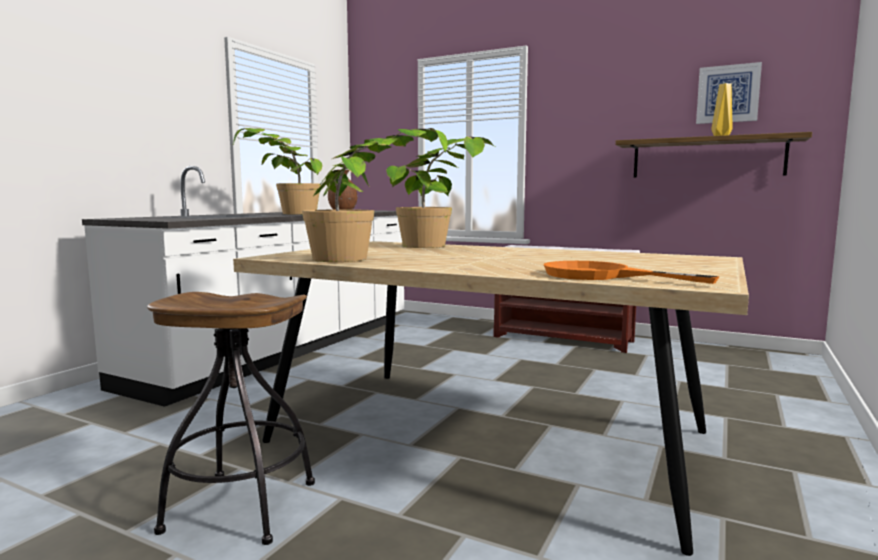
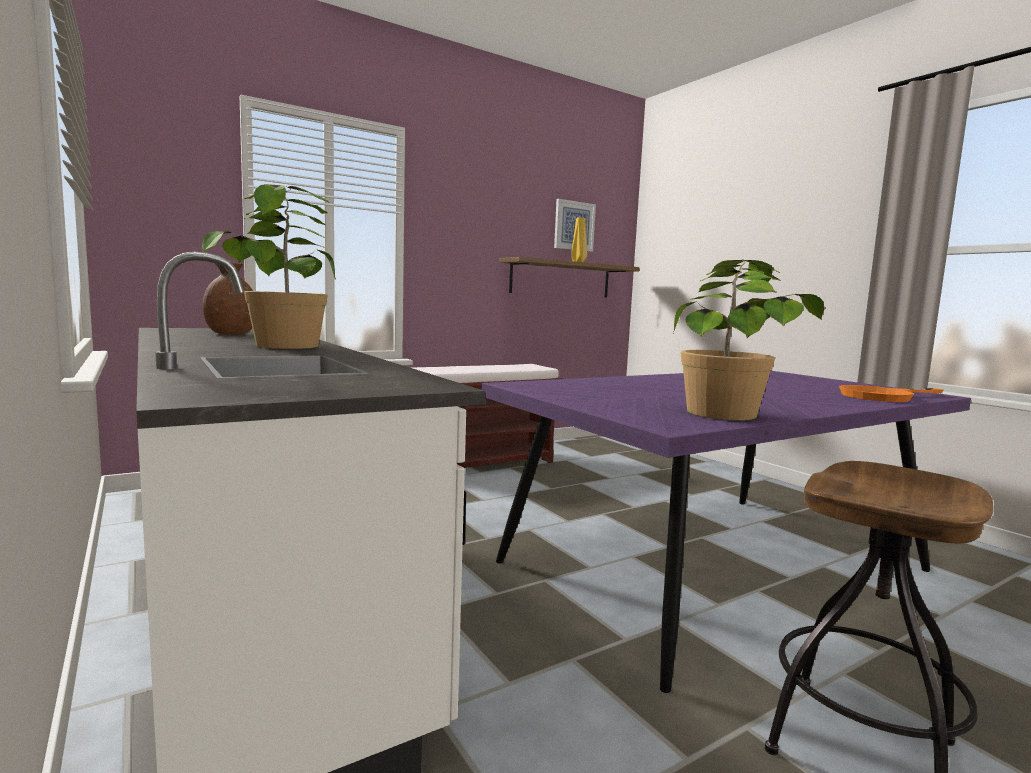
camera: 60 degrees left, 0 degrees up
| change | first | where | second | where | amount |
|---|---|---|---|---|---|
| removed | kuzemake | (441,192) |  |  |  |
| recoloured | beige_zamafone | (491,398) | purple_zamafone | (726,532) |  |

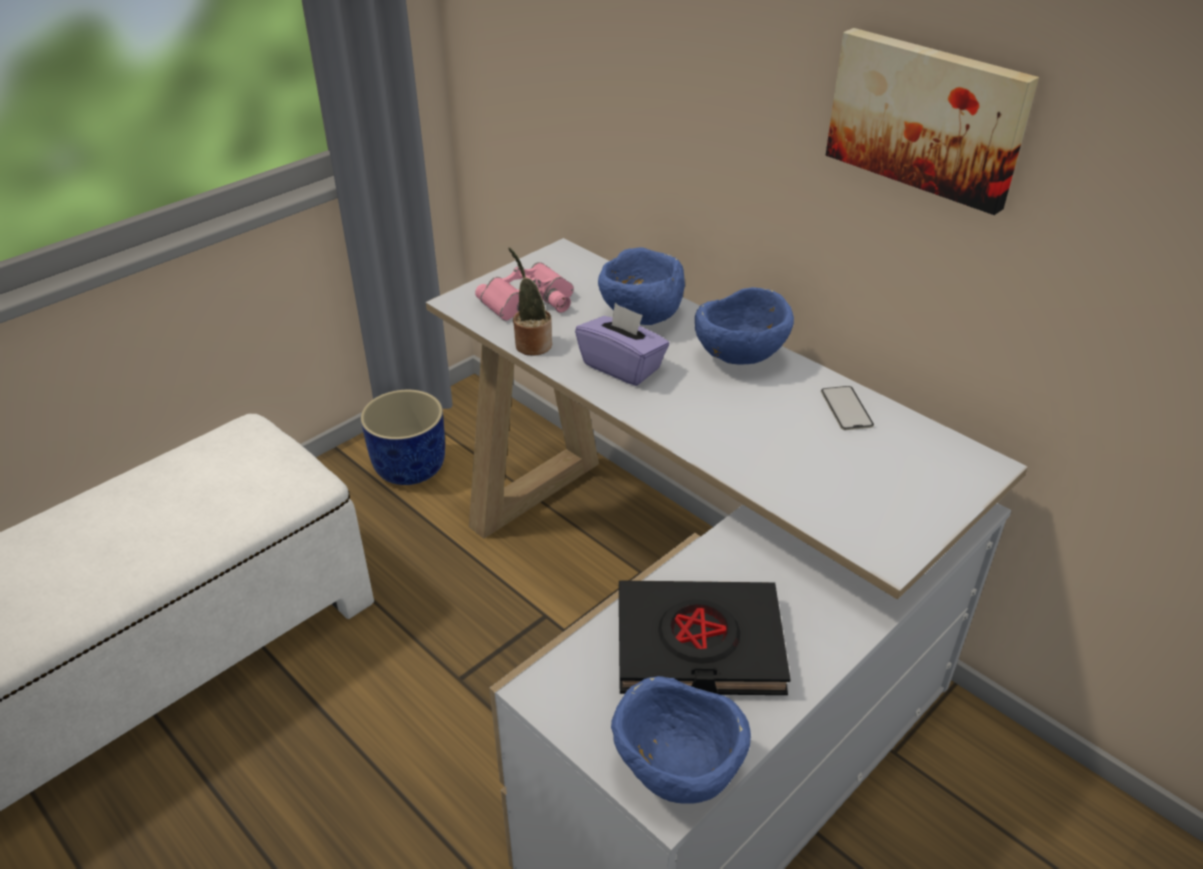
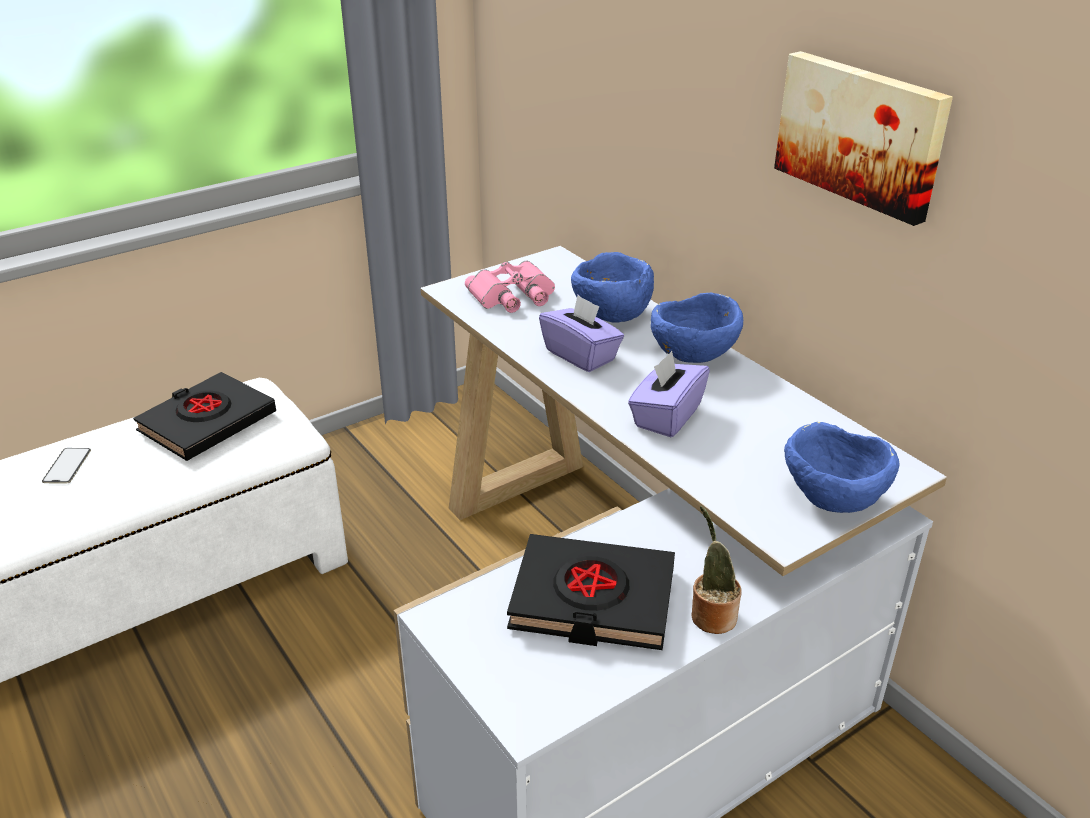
camera: 10 degrees right, 5 degrees down
| change | first | where | second | where | amount |
|---|---|---|---|---|---|
| moved | kuzemake | (530,301) |  | (717,570) |  |
| moved | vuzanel | (847,408) |  | (66,466) |  |
| removed | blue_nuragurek | (403,437) |  |  |  |
| moved | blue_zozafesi | (681,740) |  | (842,467) |  |
| added |  |  | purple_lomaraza | (669,394) |  |
| added |  |  | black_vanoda | (204,416) |  |

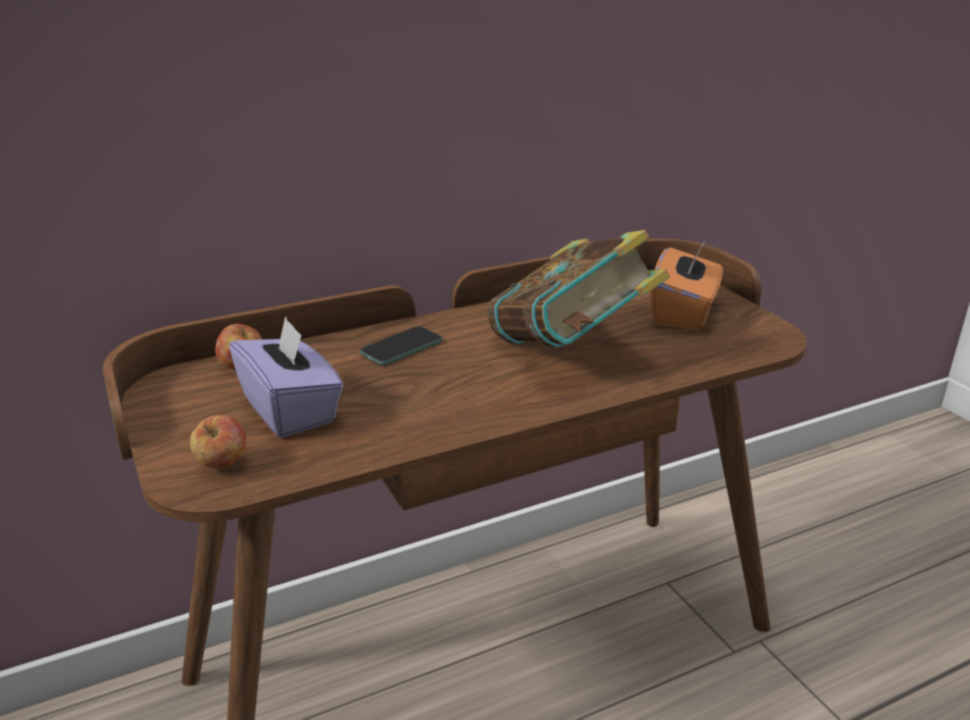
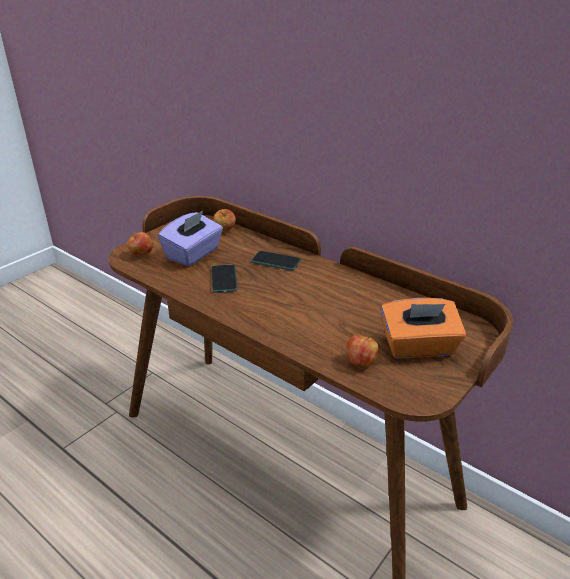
camera: 65 degrees right, 5 degrees up
| change | first | where | second | where | amount |
|---|---|---|---|---|---|
| removed | vanoda | (578,288) |  |  |  |
| added |  |  | vuzanel | (225,279) |  |
| added |  |  | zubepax | (363,351) |  |

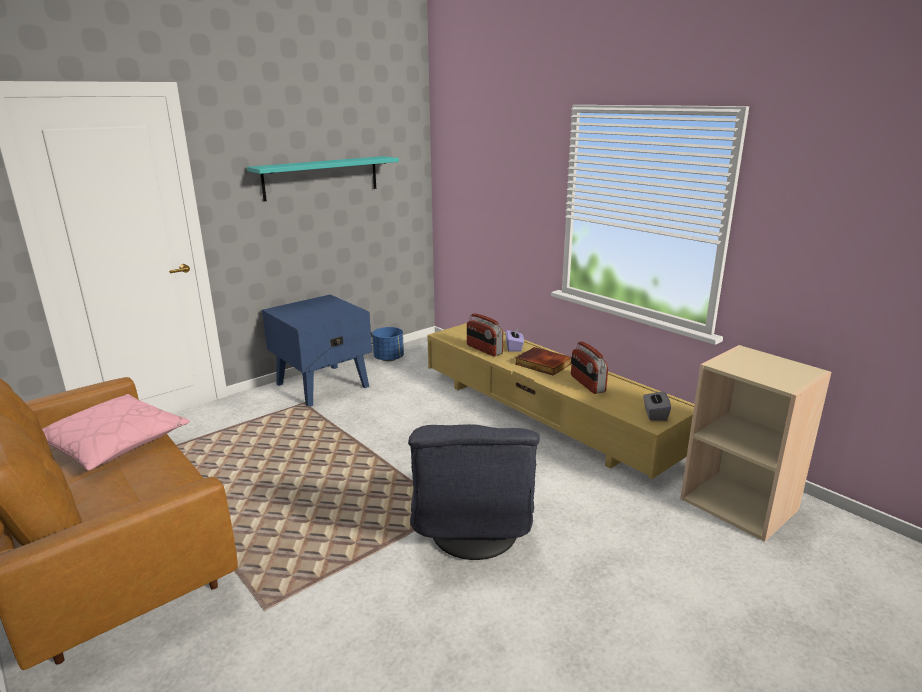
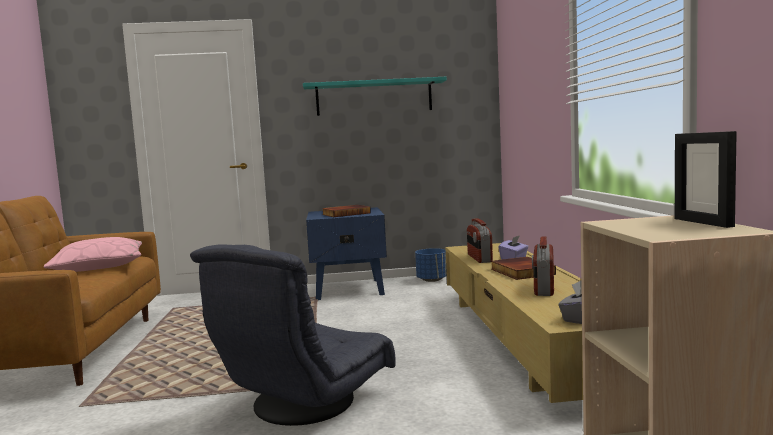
camera: 35 degrees right, 15 degrees down
| change | first | where | second | where | amount |
|---|---|---|---|---|---|
| added |  |  | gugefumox | (706,179) |  |
| added |  |  | vanoda | (346,211) |  |

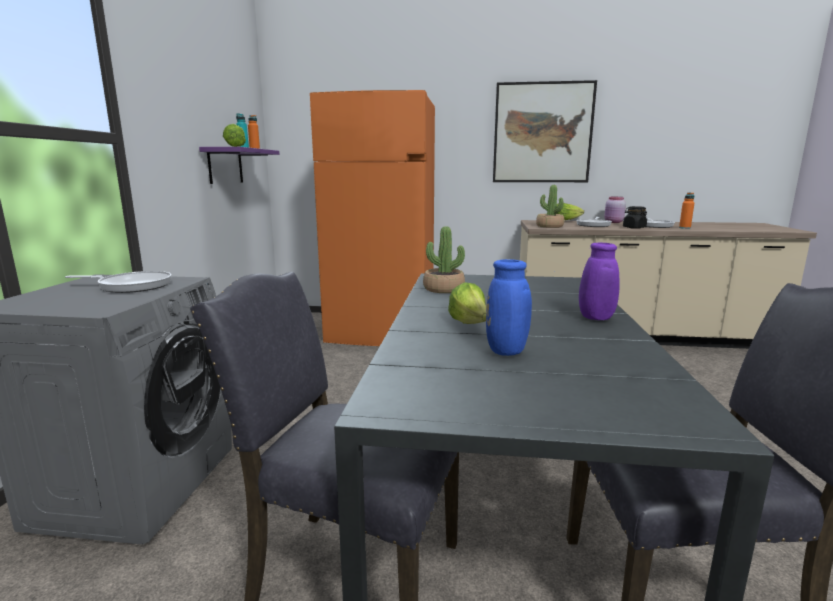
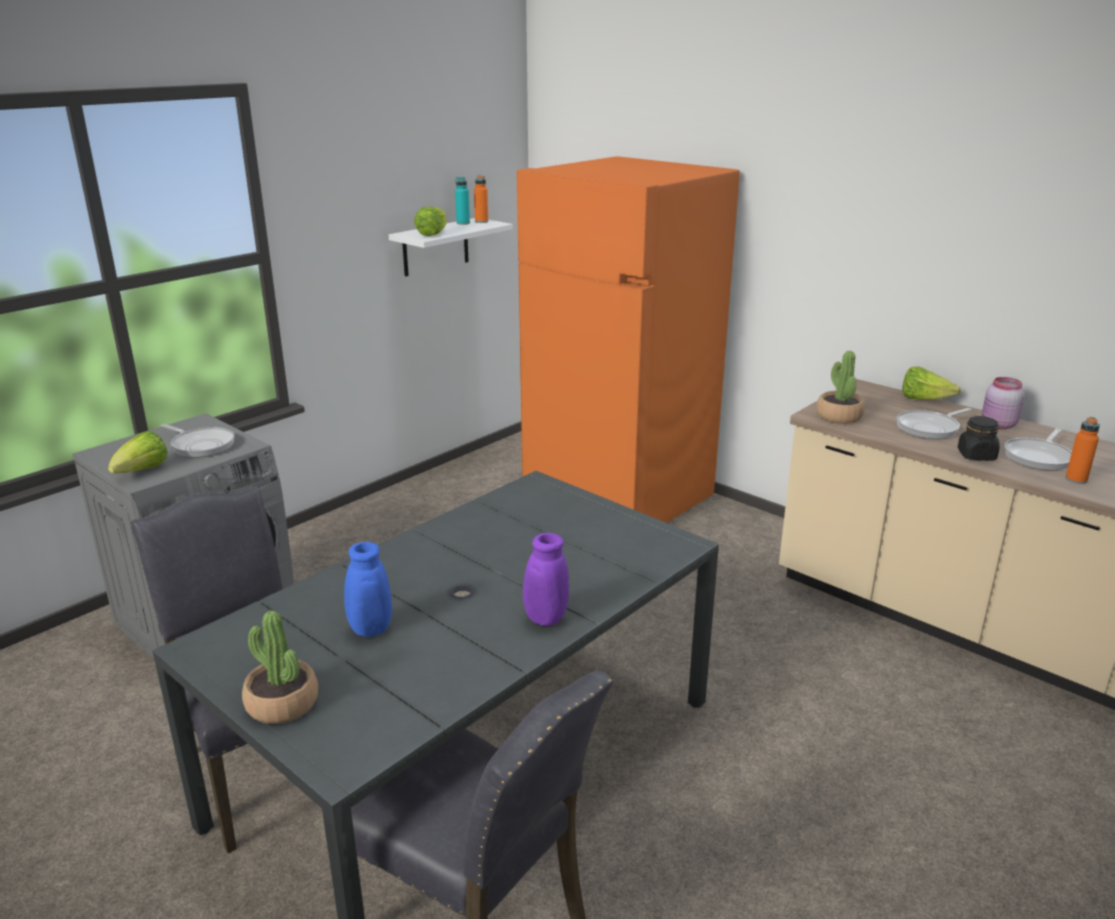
camera: 35 degrees right, 10 degrees up
| change | first | where | second | where | amount |
|---|---|---|---|---|---|
| removed | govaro | (545,131) |  |  |  |
| recoloured | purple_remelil | (239,165) | white_remelil | (451,247) |  |
| moved | kuzemake | (444,259) |  | (280,667) |  |
| moved | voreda | (467,303) |  | (138,452) |  |

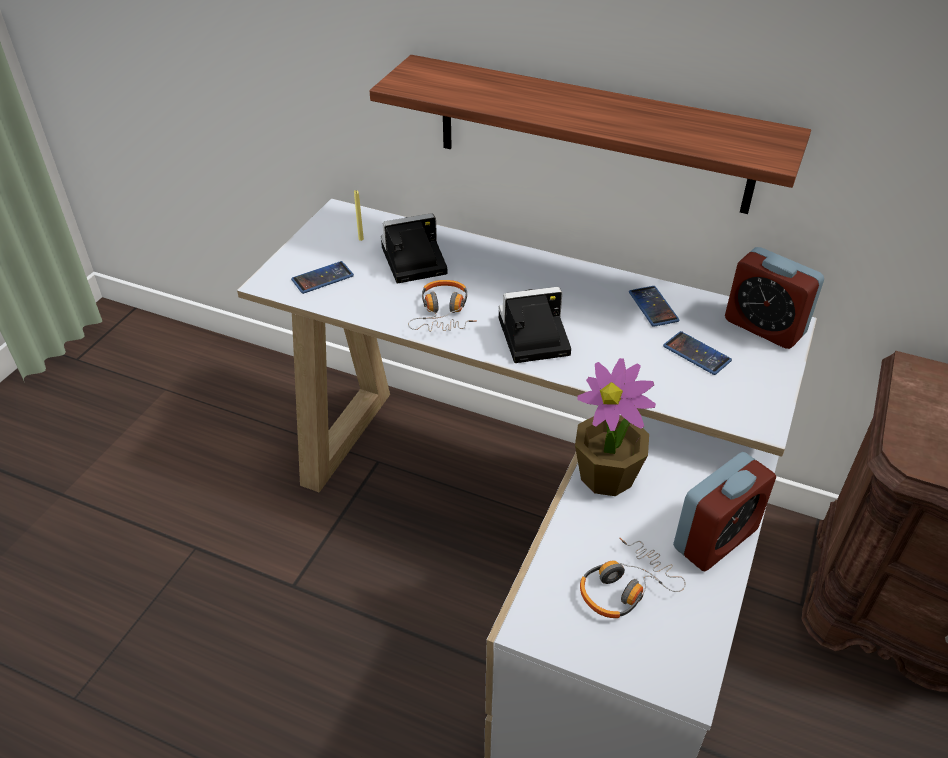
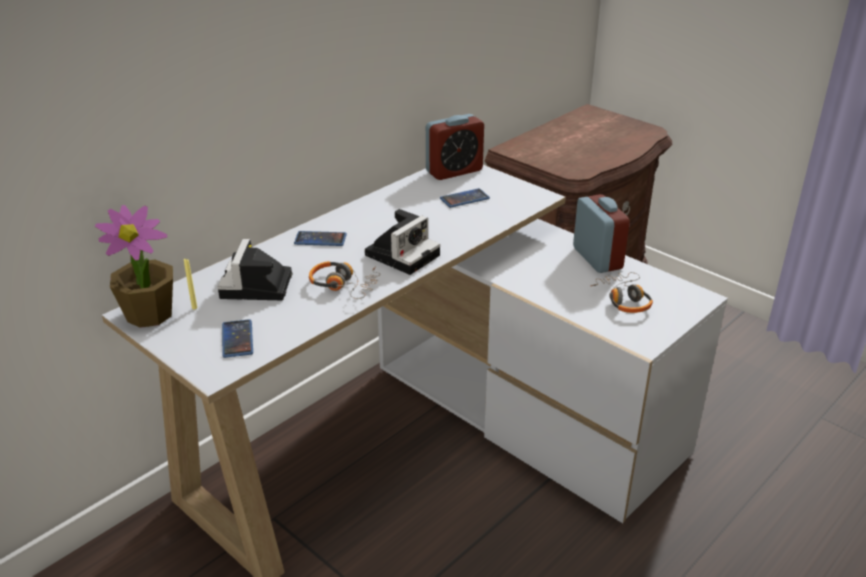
camera: 70 degrees left, 10 degrees down
| change | first | where | second | where | amount |
|---|---|---|---|---|---|
| removed | remelil | (590,134) |  |  |  |
| moved | vuzanel | (654,306) |  | (320,238) |  |
| turned | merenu | (534,325) |  | (402,242) | 150 degrees counterclockwise |
| moved | kuzemake | (615,427) |  | (134,266) |  |

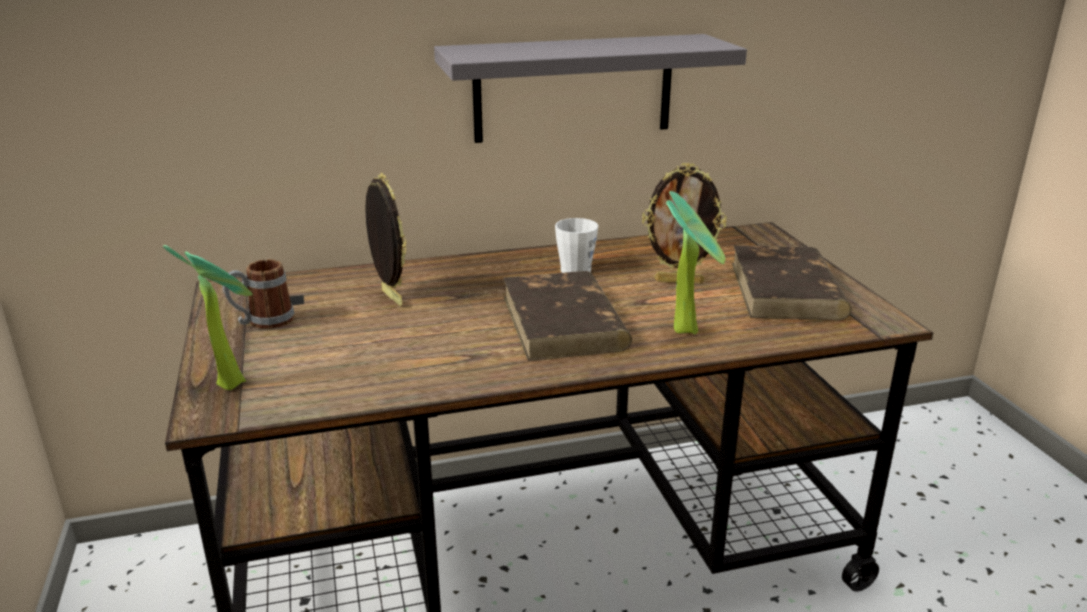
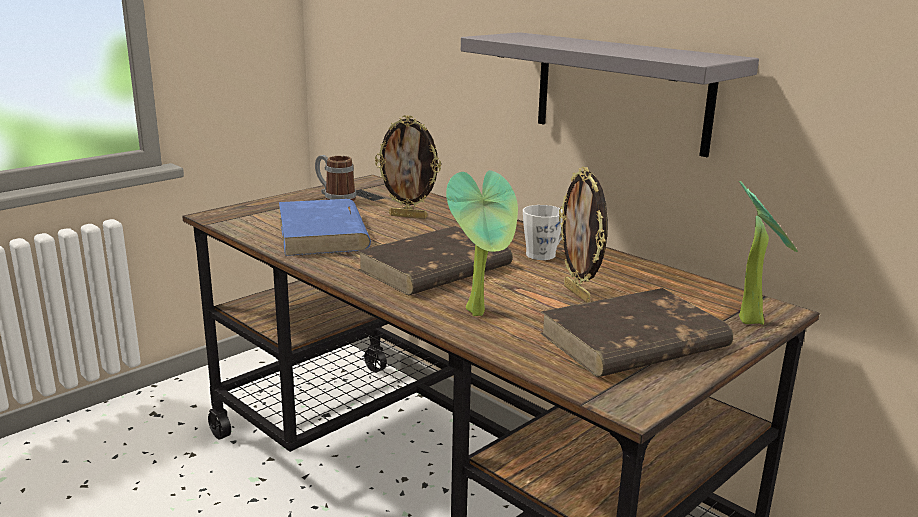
camera: 60 degrees right, 5 degrees down
| change | first | where | second | where | amount |
|---|---|---|---|---|---|
| turned | gugefumox | (385,239) |  | (408,167) | 75 degrees clockwise |
| moved | kuzemake | (207,317) |  | (768,253) |  |
| added |  |  | blue_vanoda | (325,227) |  |

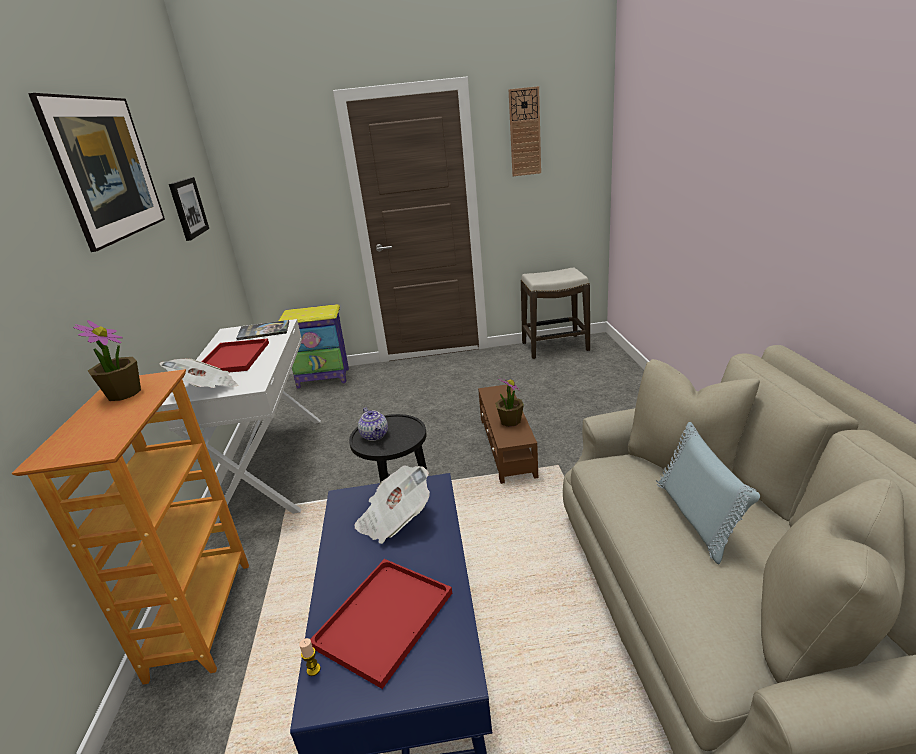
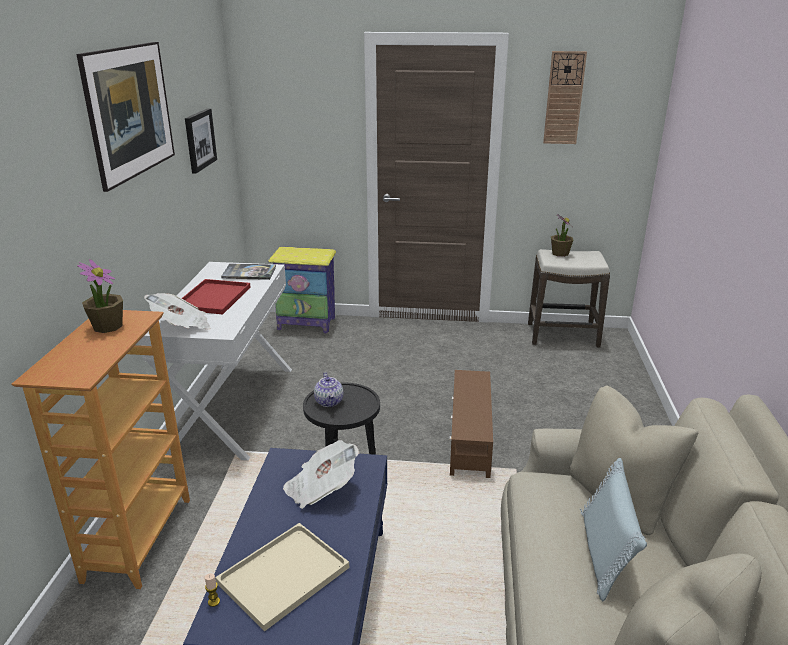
camera: 10 degrees right, 0 degrees up
| change | first | where | second | where | amount |
|---|---|---|---|---|---|
| moved | kuzemake | (510,401) |  | (562,236) |  |
| recoloured | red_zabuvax | (381,624) | beige_zabuvax | (282,577) |  |

